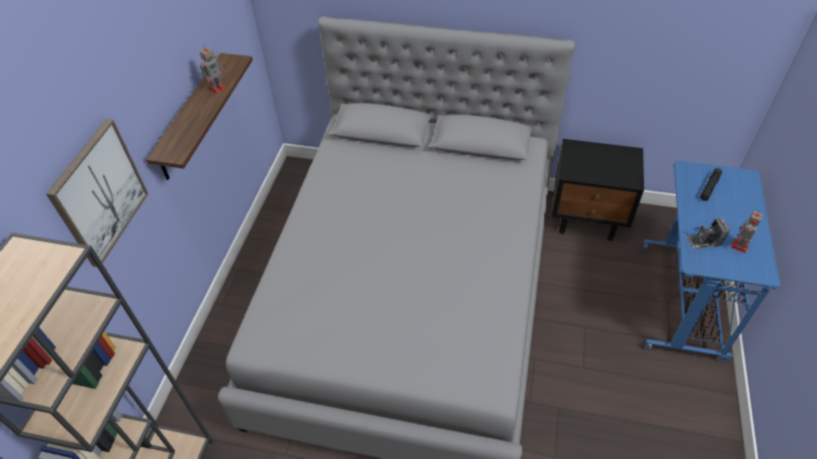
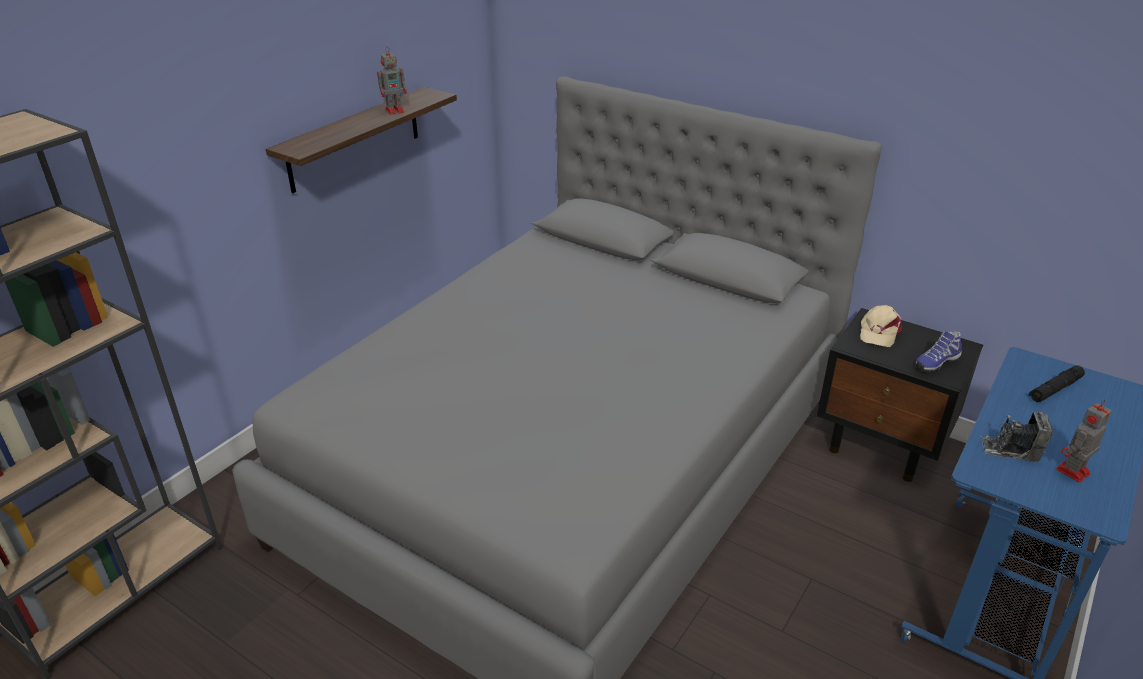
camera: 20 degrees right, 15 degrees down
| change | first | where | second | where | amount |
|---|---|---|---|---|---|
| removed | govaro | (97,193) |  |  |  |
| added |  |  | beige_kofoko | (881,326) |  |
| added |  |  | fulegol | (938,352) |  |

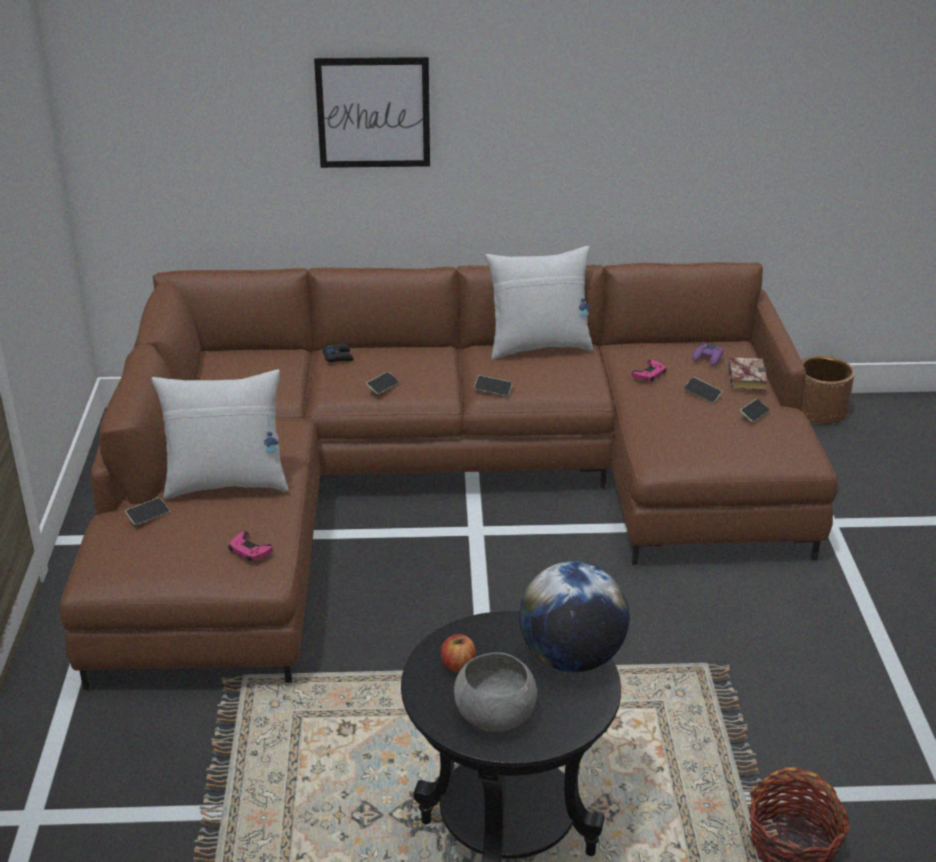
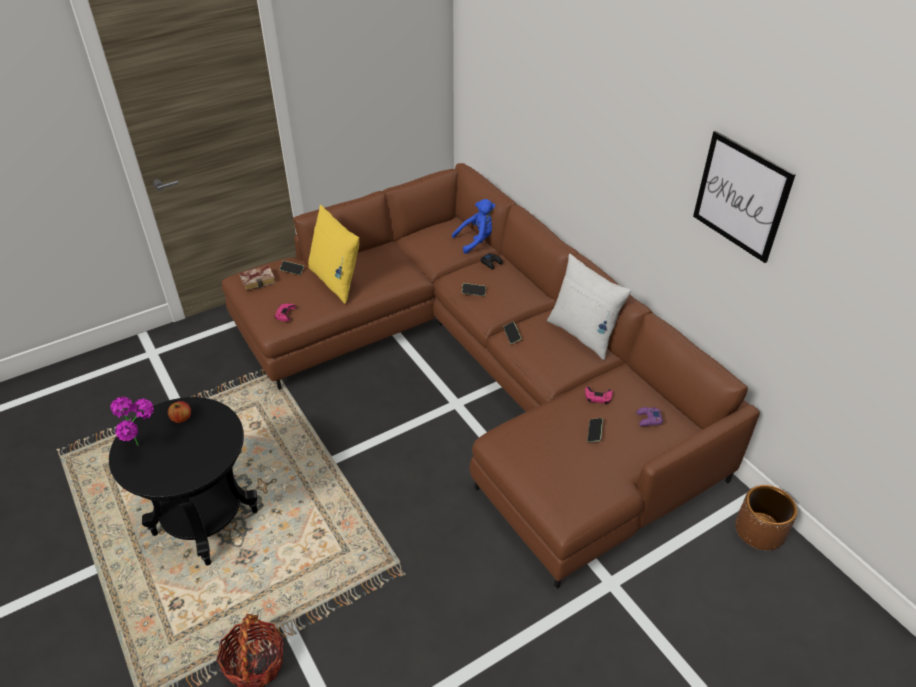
camera: 60 degrees right, 10 degrees up
| change | first | where | second | where | amount |
|---|---|---|---|---|---|
| moved | govaro | (372,112) |  | (744,197) |  |
| moved | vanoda | (747,374) |  | (257,278) |  |
| recoloured | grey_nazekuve | (220,434) | yellow_nazekuve | (333,254) |  |
| removed | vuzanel | (755,410) |  |  |  |
| removed | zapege | (574,616) |  |  |  |
| replaced | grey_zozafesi | (495,692) | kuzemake | (132,421) |  |
| added |  |  | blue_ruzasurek | (473,226) |  |

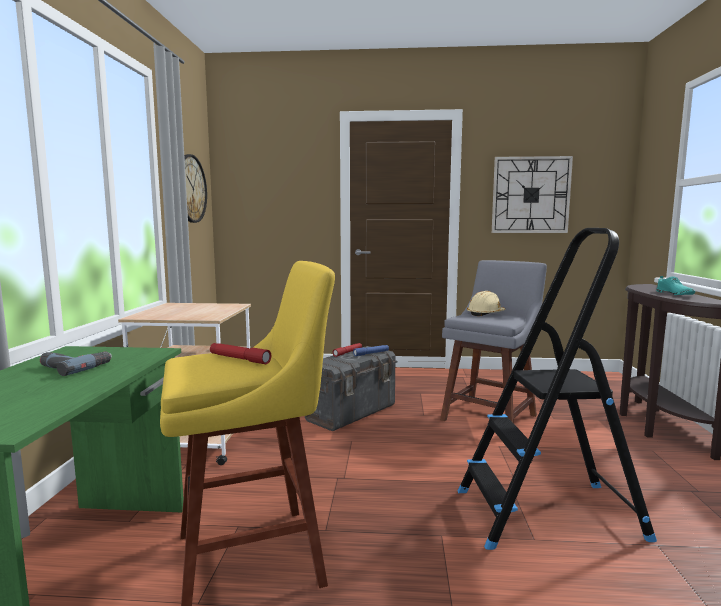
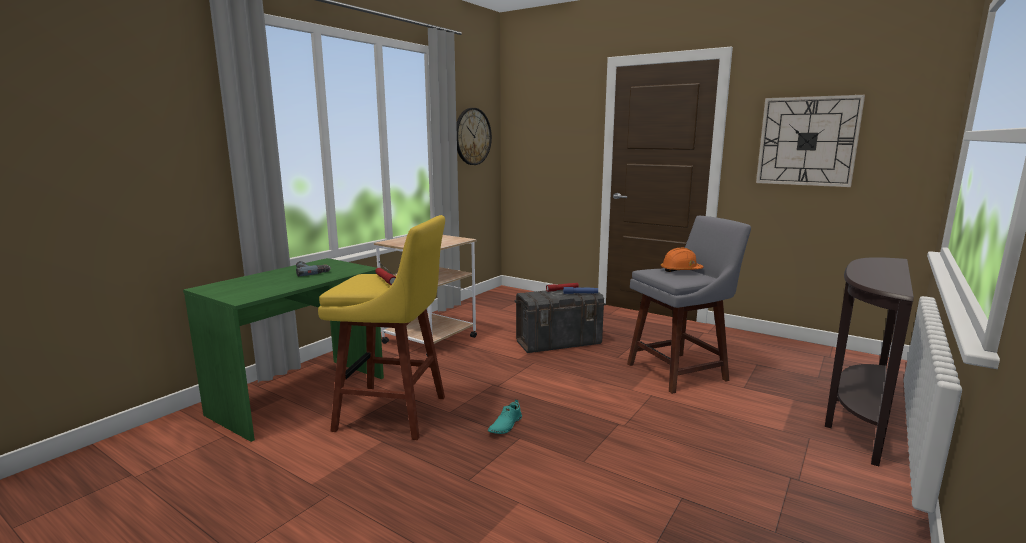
camera: 30 degrees right, 5 degrees up
| change | first | where | second | where | amount |
|---|---|---|---|---|---|
| removed | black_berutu | (557,389) |  |  |  |
| moved | turquoise_fulegol | (675,285) |  | (505,416) |  |
| recoloured | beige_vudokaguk | (486,303) | orange_vudokaguk | (682,260) |  |

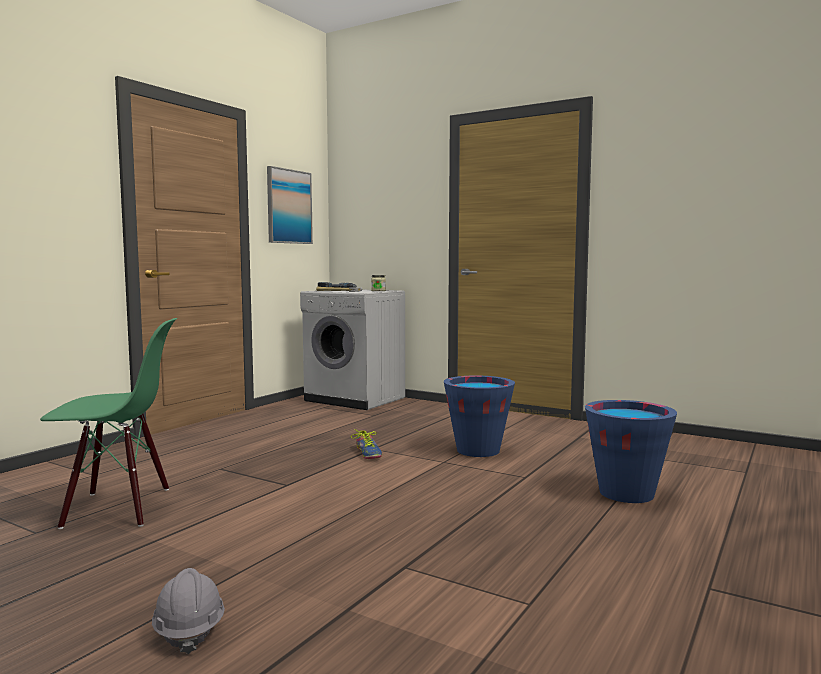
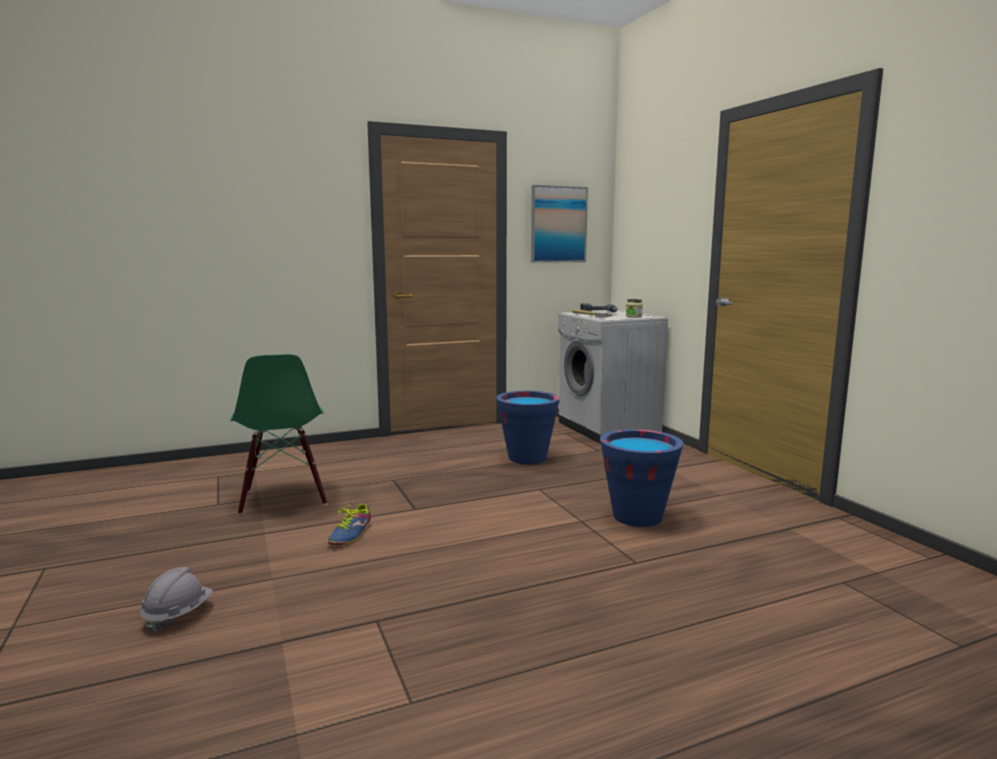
camera: 35 degrees right, 5 degrees up
| change | first | where | second | where | amount |
|---|---|---|---|---|---|
| turned | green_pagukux | (108,423) |  | (278,434) | 45 degrees clockwise |
| moved | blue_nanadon | (631,451) |  | (528,427) |  |
| moved | fulegol | (366,444) |  | (349,523) |  |

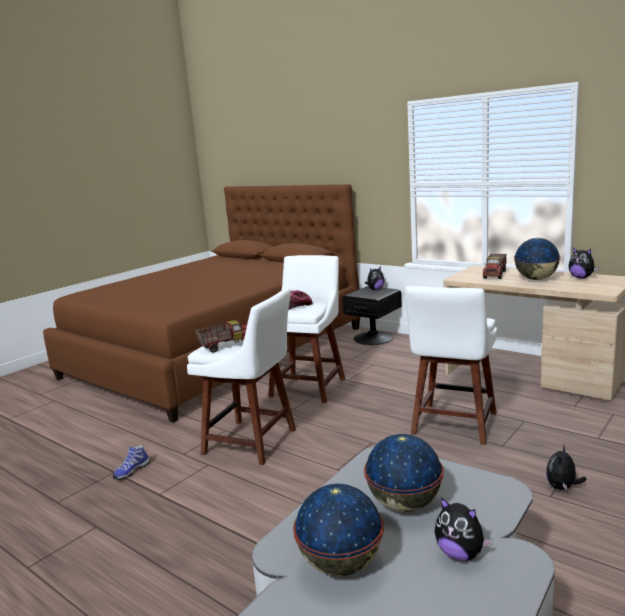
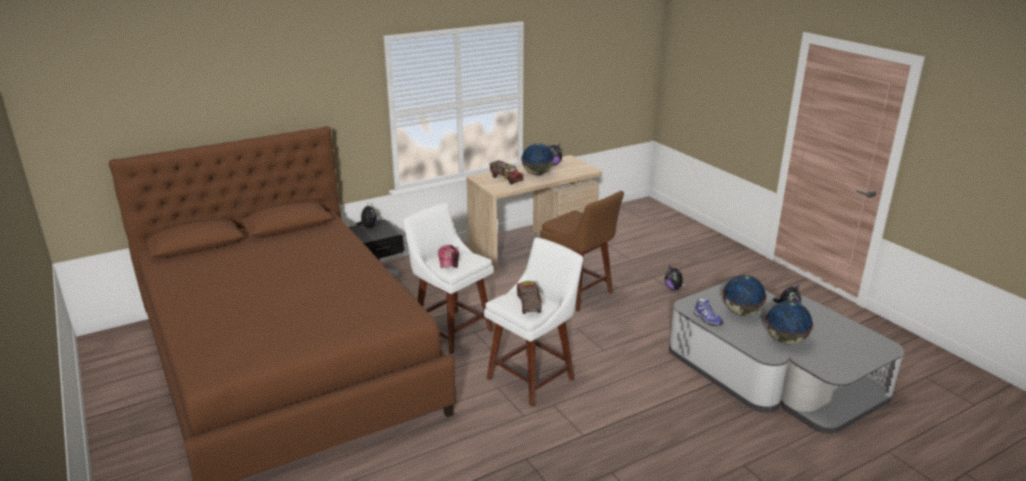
camera: 70 degrees left, 10 degrees up
| change | first | where | second | where | amount |
|---|---|---|---|---|---|
| recoloured | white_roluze | (451,365) | brown_roluze | (582,251) |  |
| moved | fulegol | (131,462) |  | (708,312) |  |

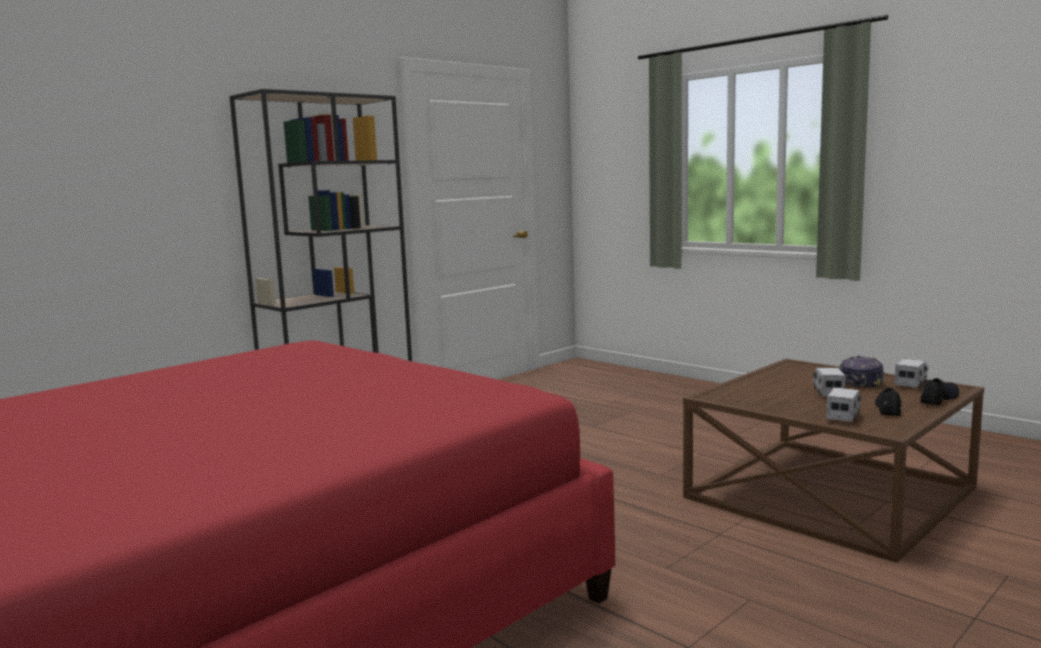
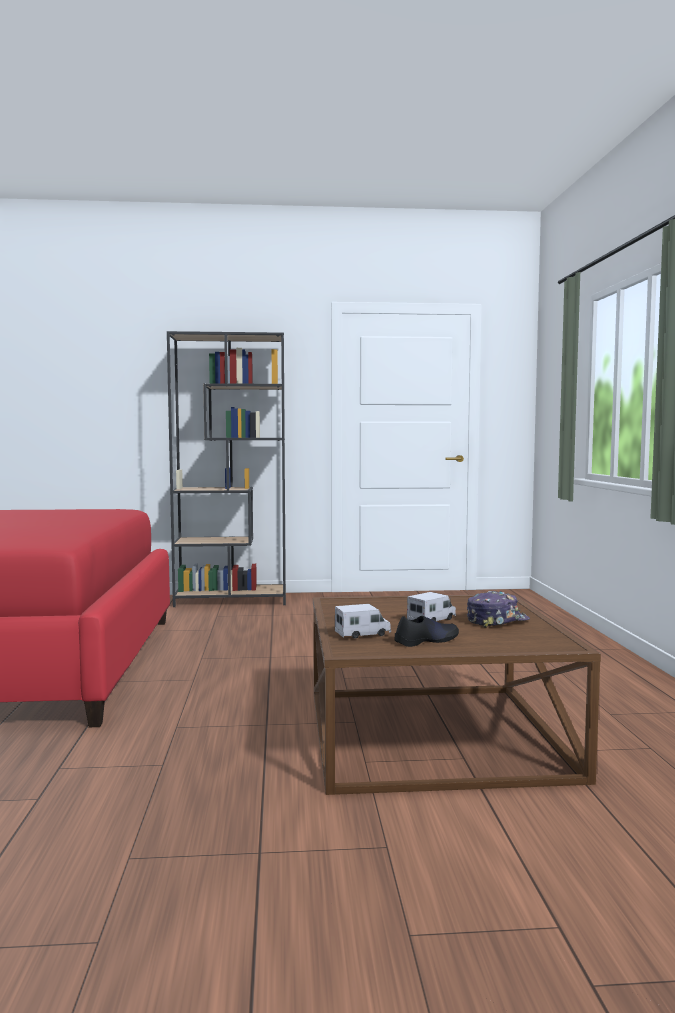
camera: 40 degrees right, 5 degrees down
| change | first | where | second | where | amount |
|---|---|---|---|---|---|
| removed | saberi | (911,373) |  |  |  |
| removed | black_fulegol | (939,391) |  |  |  |

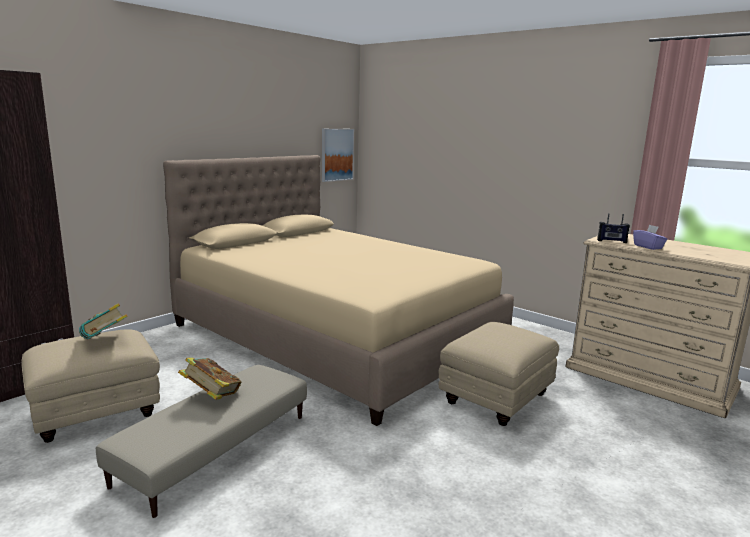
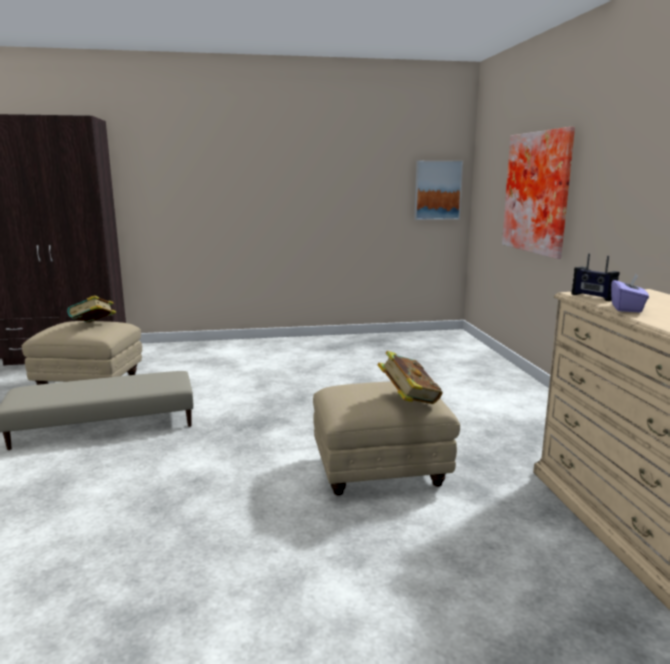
camera: 40 degrees right, 0 degrees up
| change | first | where | second | where | amount |
|---|---|---|---|---|---|
| removed | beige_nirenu | (338,290) |  |  |  |
| moved | vanoda | (209,378) |  | (410,377) |  |
| added |  |  | govaro | (538,193) |  |

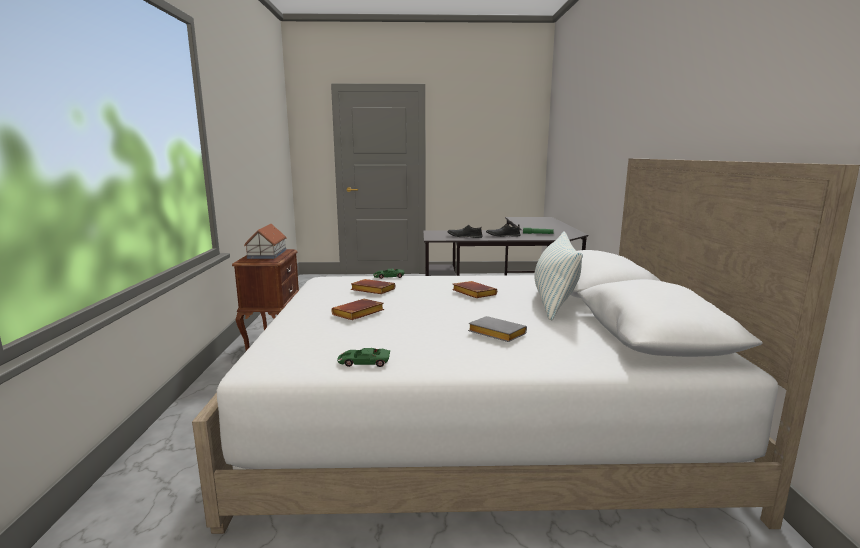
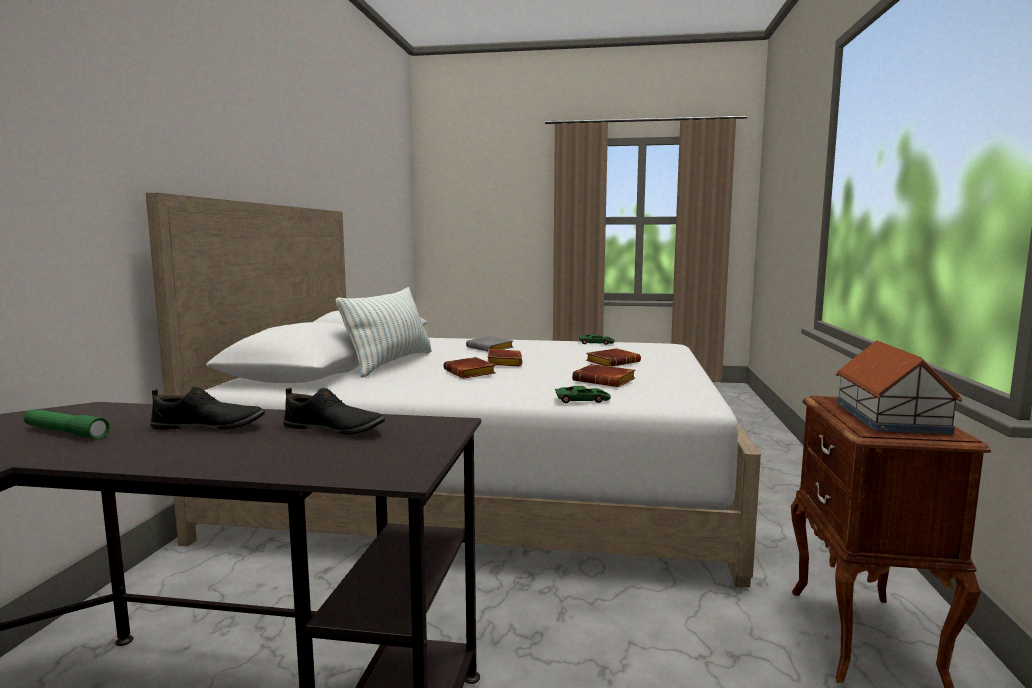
camera: 170 degrees left, 5 degrees down
| change | first | where | second | where | amount |
|---|---|---|---|---|---|
| added |  |  | brown_vanoda | (505,357) |  |

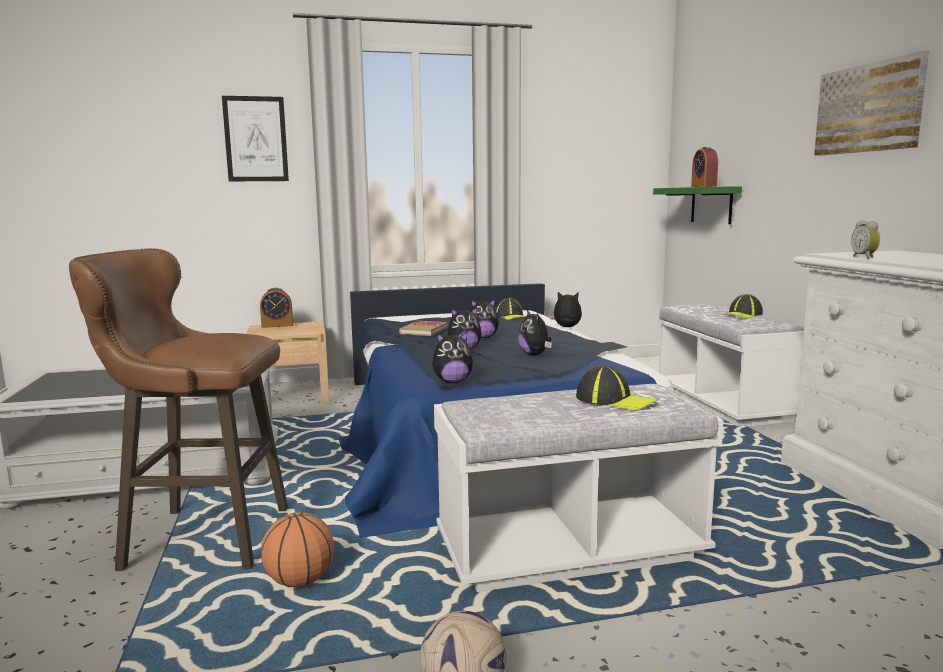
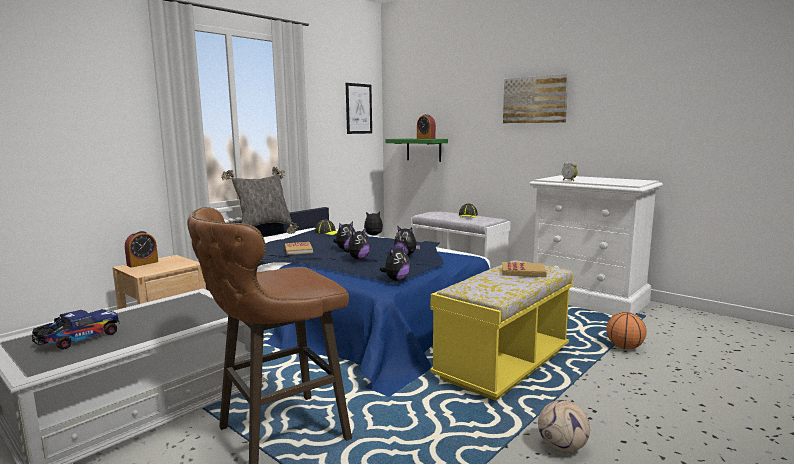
camera: 35 degrees left, 0 degrees up
| change | first | where | second | where | amount |
|---|---|---|---|---|---|
| moved | govaro | (255,138) |  | (359,108) |  |
| replaced | kofoko | (617,387) | vanoda | (524,269) |  |
| recoloured | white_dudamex | (579,488) | yellow_dudamex | (501,330) |  |
| moved | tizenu | (298,549) |  | (626,330) |  |
| added |  |  | nazekuve | (260,200) |  |
| added |  |  | saberi | (75,329) |  |

